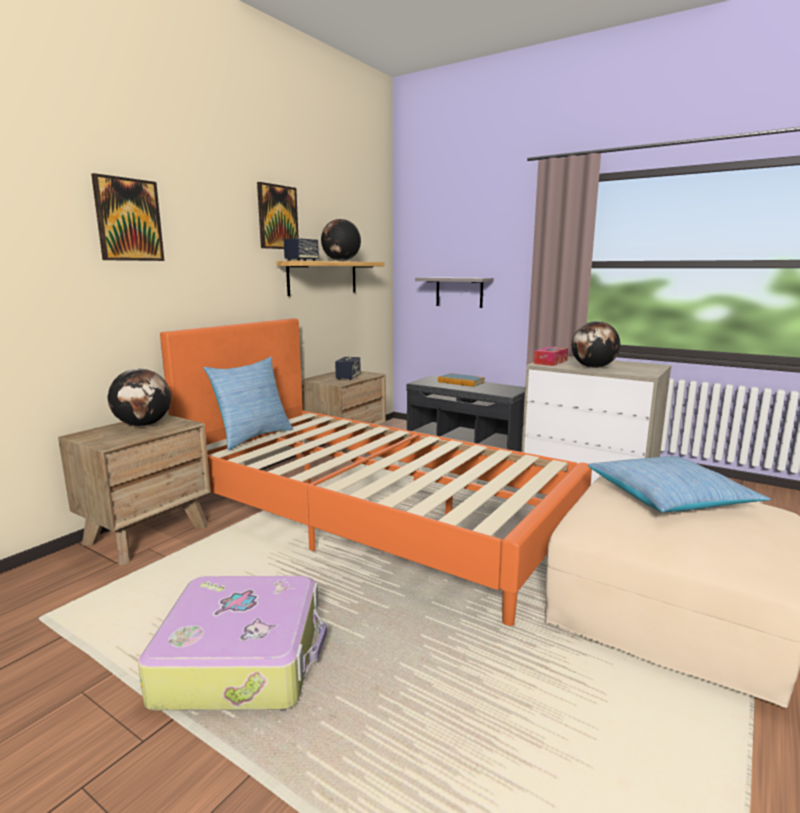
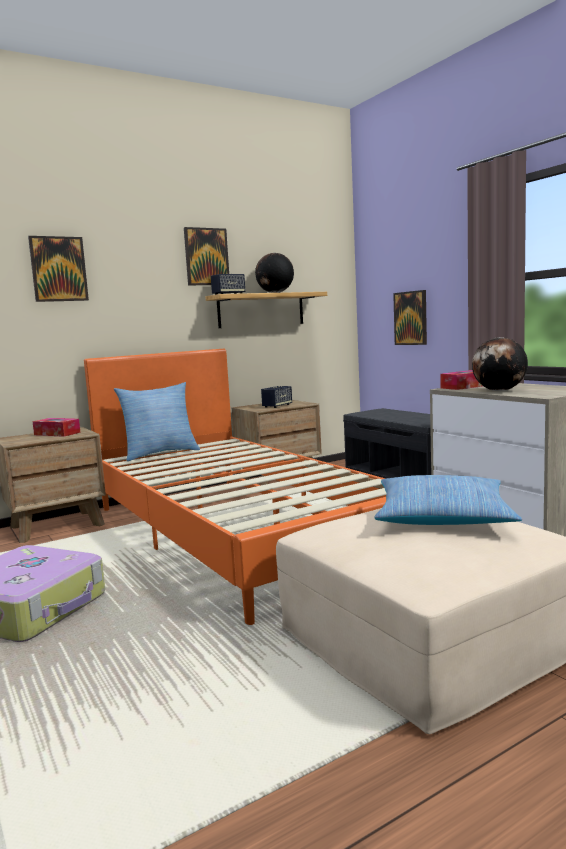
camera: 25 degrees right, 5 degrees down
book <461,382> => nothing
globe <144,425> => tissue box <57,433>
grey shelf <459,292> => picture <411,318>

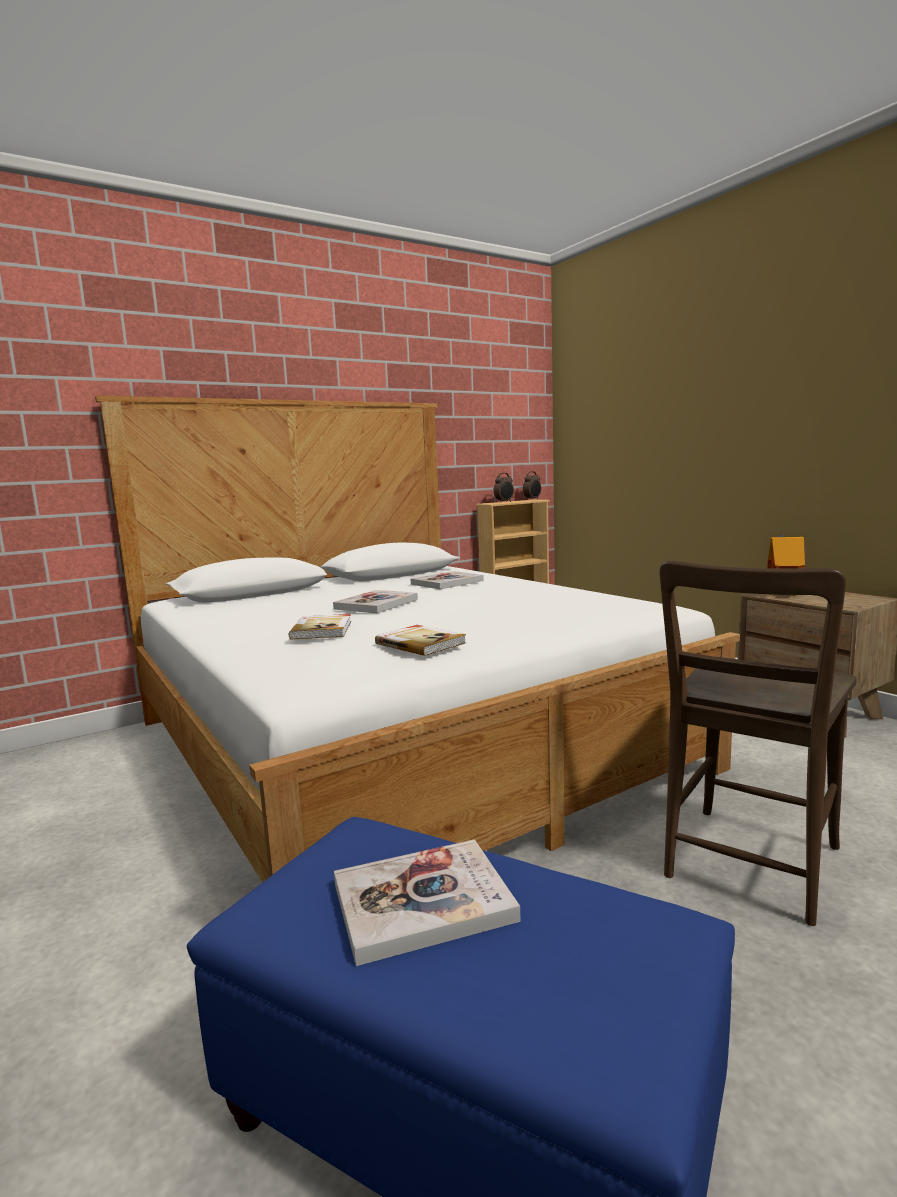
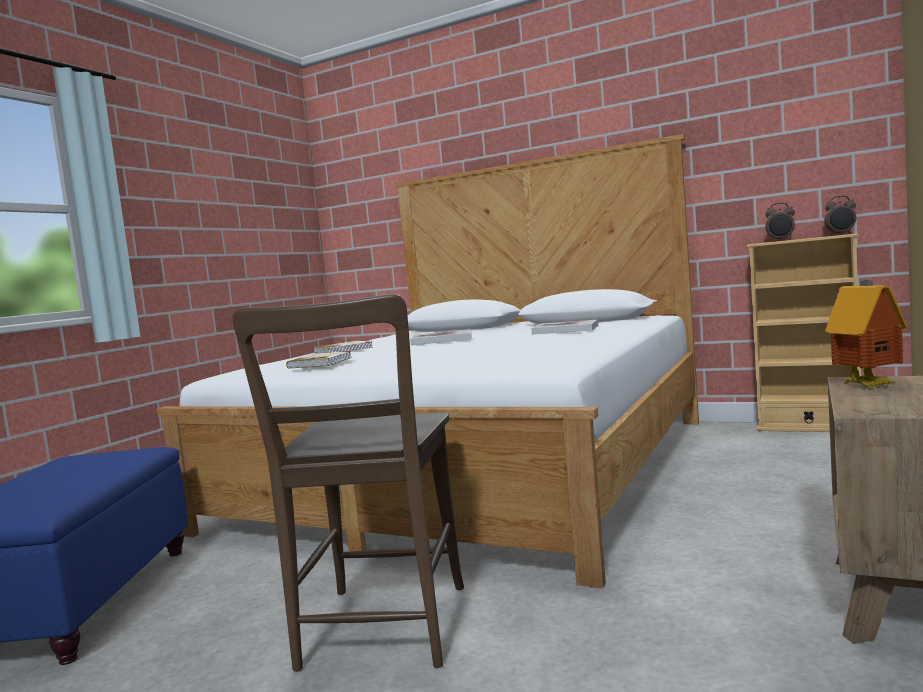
camera: 60 degrees right, 5 degrees down
book <422,902> => nothing
brown chair <749,867> => brown chair <381,632>, 90 degrees counterclockwise

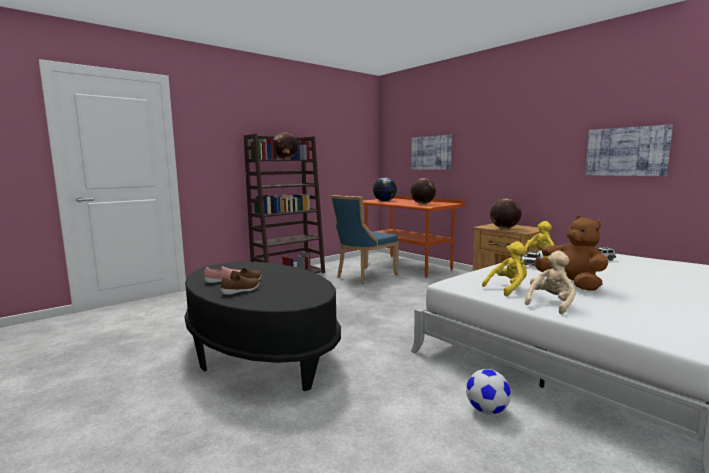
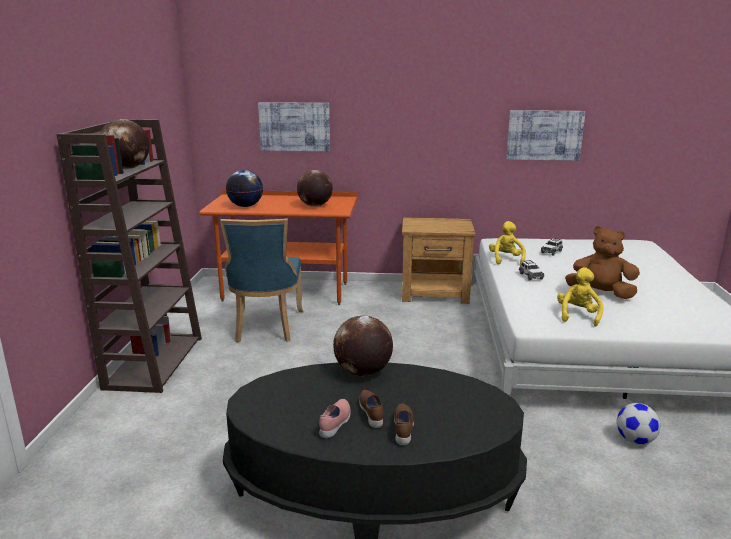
camera: 45 degrees left, 10 degrees up
beige plush toy <550,304> => nothing
globe <504,228> => globe <362,372>, moved

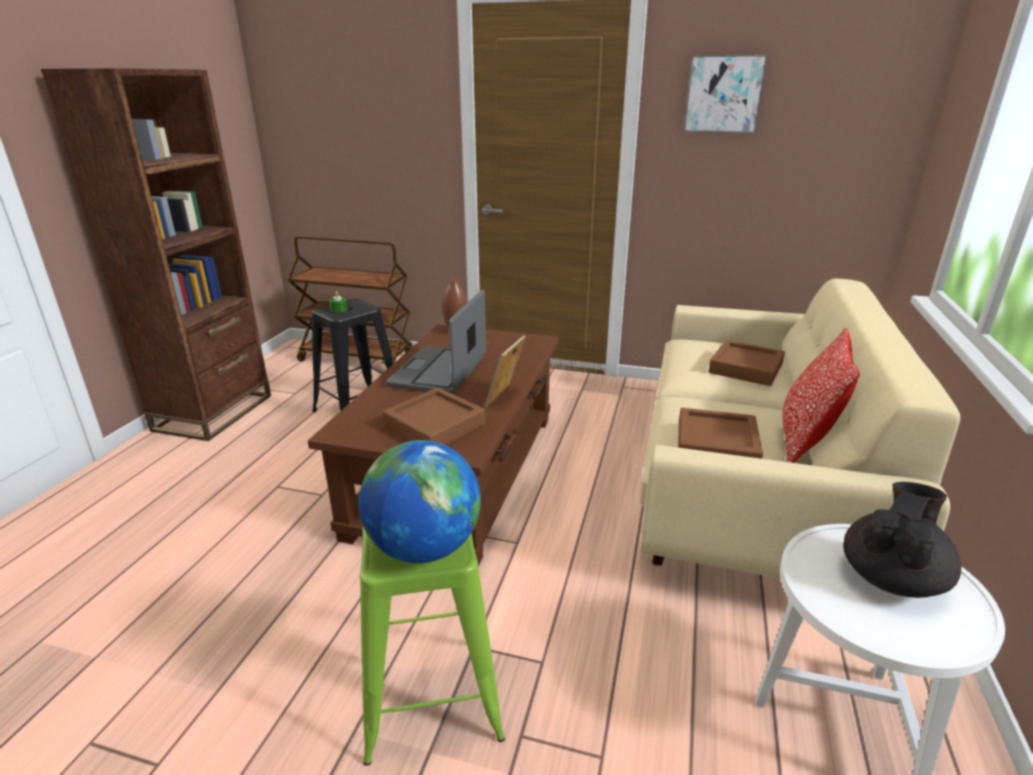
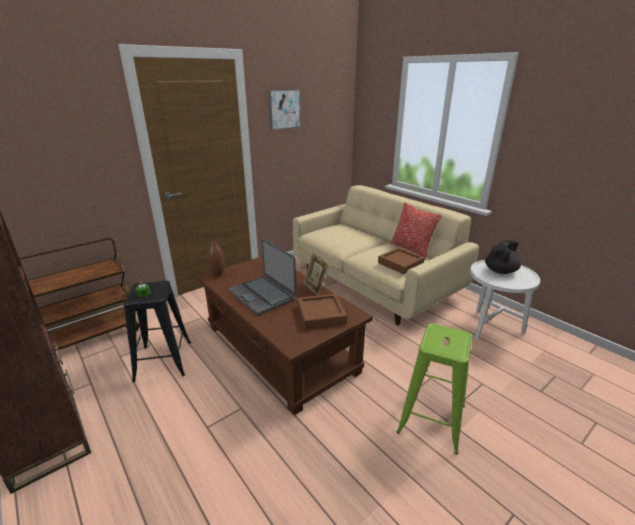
camera: 55 degrees left, 0 degrees up
globe <424,548> => nothing
brown tray <745,368> => nothing
black teapot <891,578> => black teapot <500,271>, 60 degrees clockwise

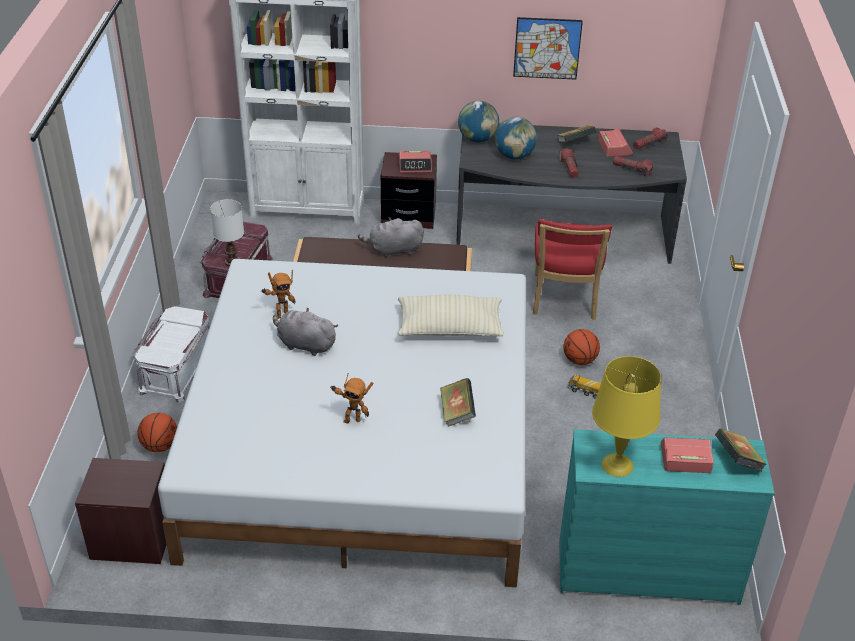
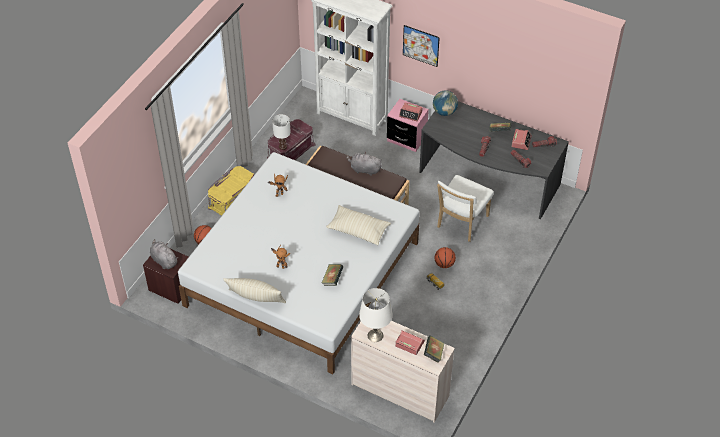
camera: 25 degrees right, 10 degrees up
globe <514,156> => nothing
nothing => beige pillow <256,299>
grey plush toy <304,344> => grey plush toy <163,260>, moved
picture <547,48> => picture <421,45>, moved
white storage box <176,368> => yellow storage box <232,199>
brown nightstand <408,216> => pink nightstand <406,138>
red chair <564,299> => white chair <461,223>
turquoise dresser <647,571> => beige dresser <400,390>
yellow table lamp <618,465> => white table lamp <375,335>

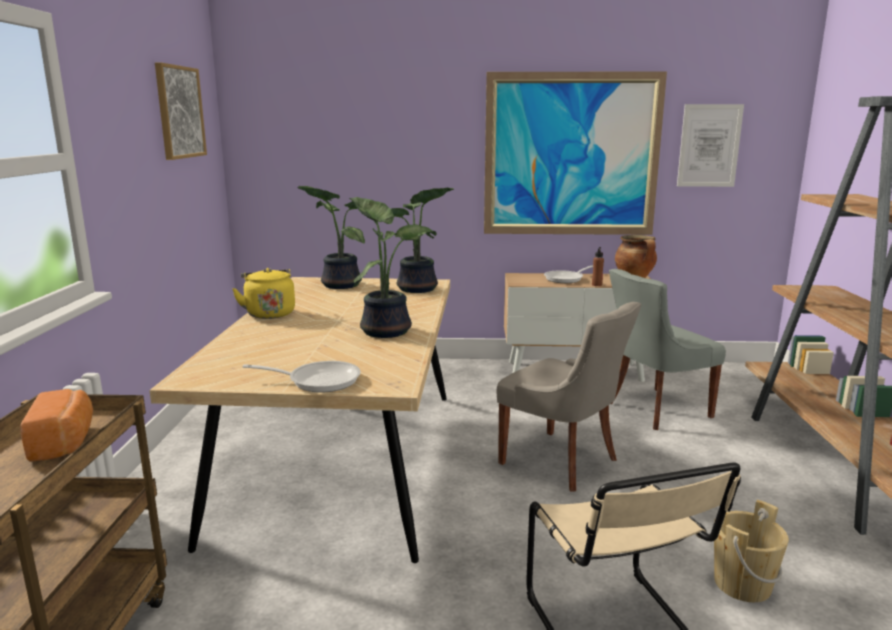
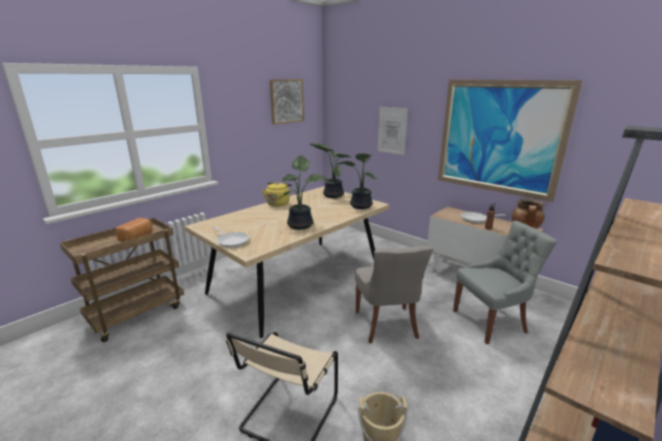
camera: 40 degrees right, 5 degrees up
picture <709,146> => picture <392,130>, moved
grey chair <655,409> => grey chair <491,322>, 150 degrees clockwise

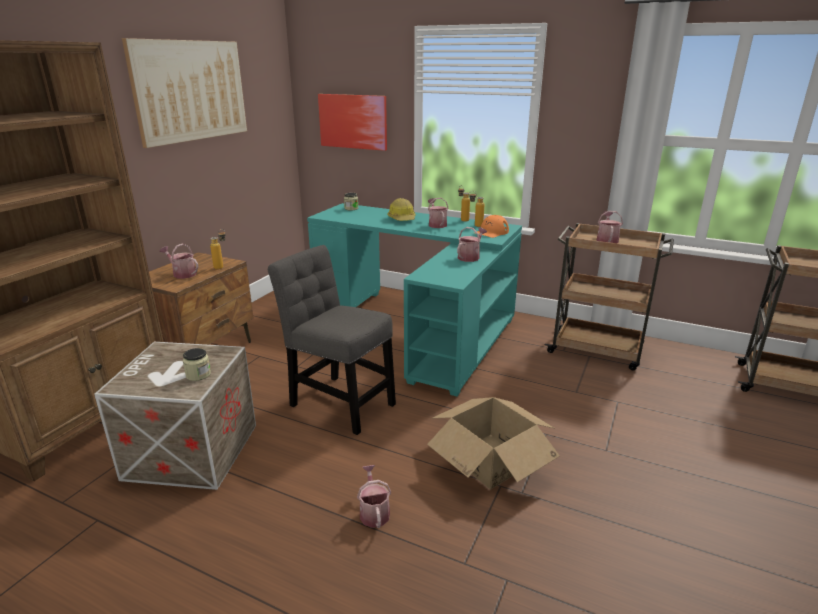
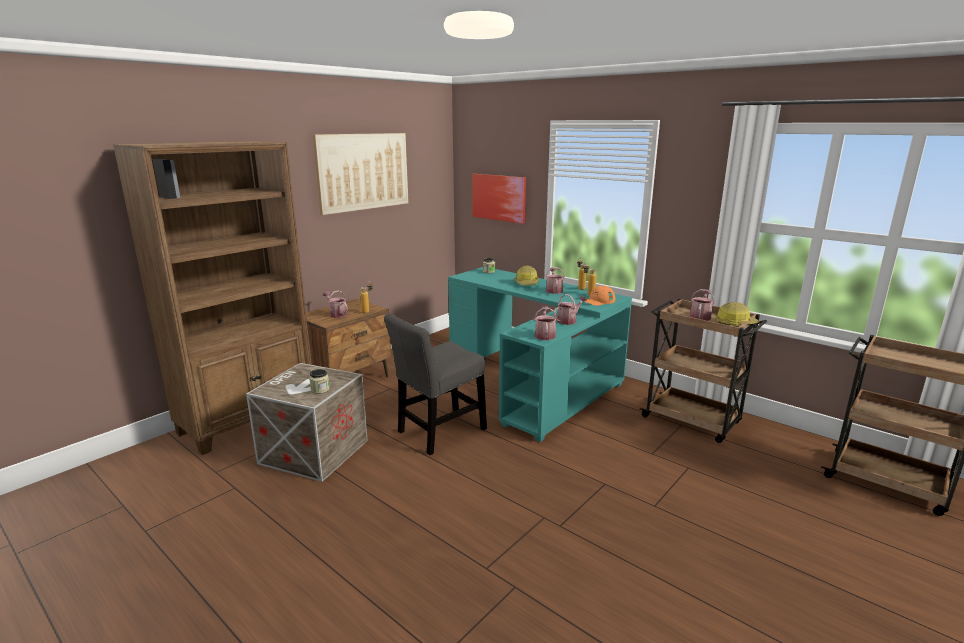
camera: 15 degrees right, 5 degrees down
cardboard box <491,460> => nothing
nothing => hard hat <735,323>
watering can <374,512> => watering can <544,335>, moved
grey chair <339,402> => grey chair <438,432>, 90 degrees counterclockwise

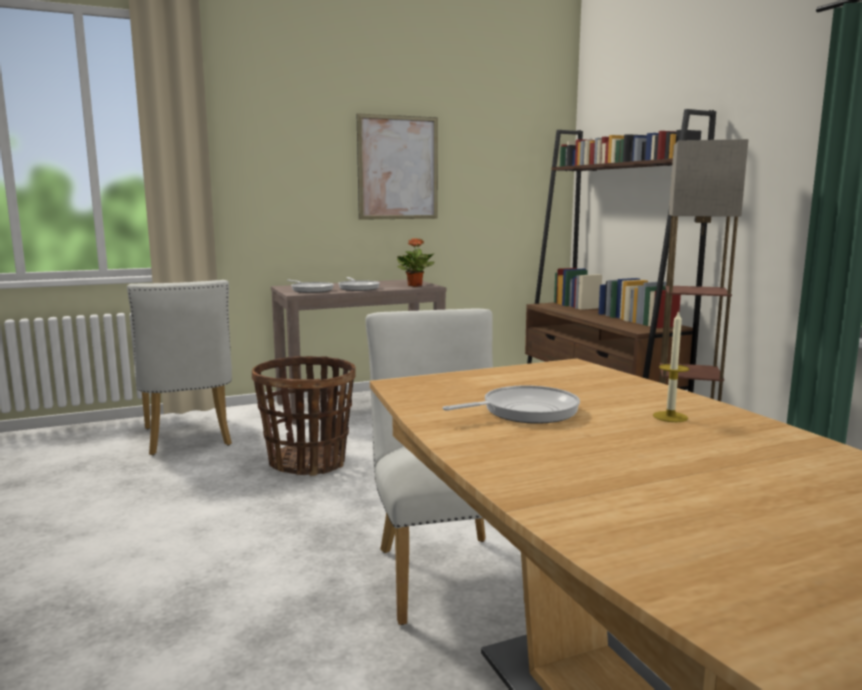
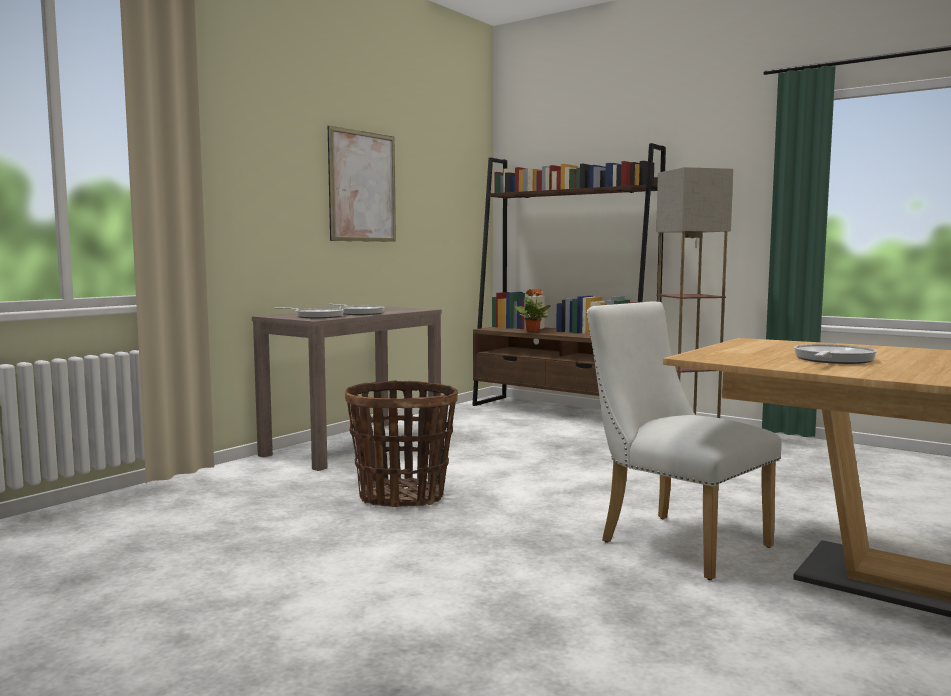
camera: 30 degrees left, 5 degrees down
white chair <189,439> => nothing
candle <670,417> => nothing
potted plant <415,285> => potted plant <532,331>, moved

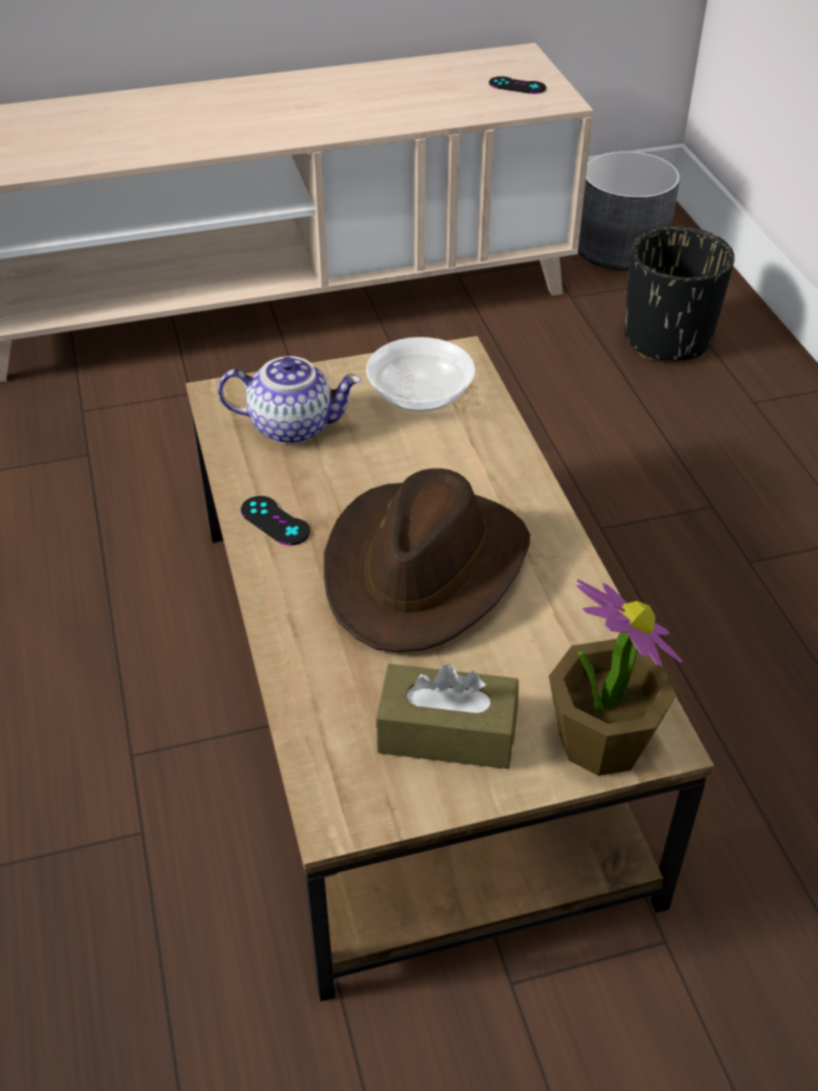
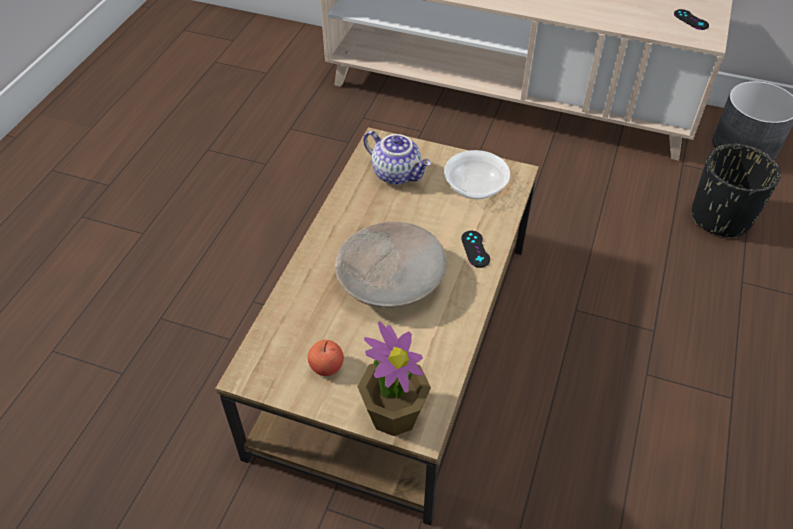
camera: 35 degrees right, 5 degrees up
black game controller <275,521> => black game controller <475,249>, moved
brown hat <425,569> => beige bowl <392,280>
brown tissue box <447,733> => apple <326,366>

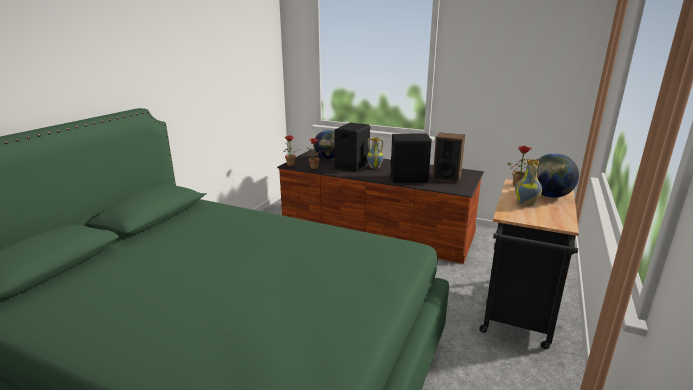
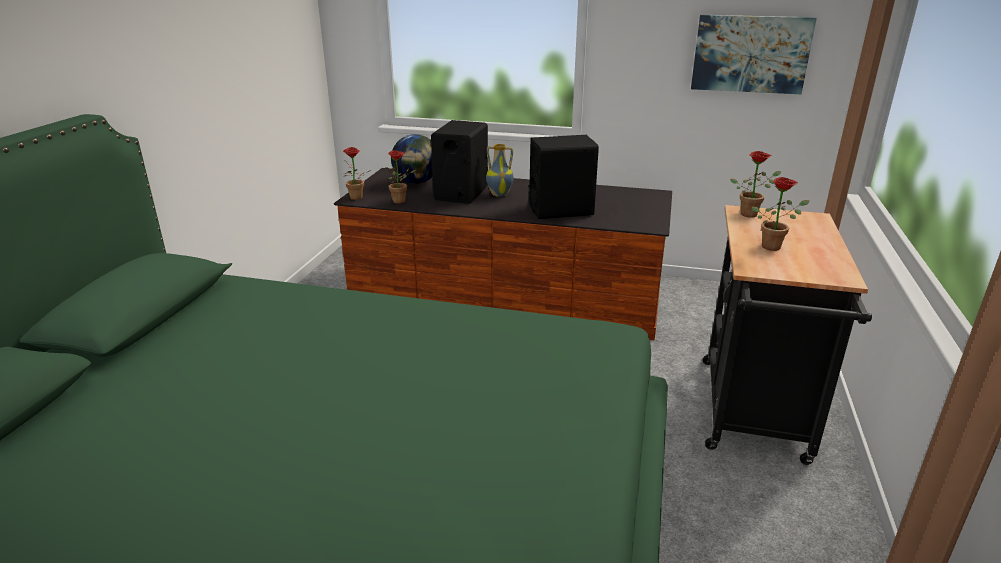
camera: 10 degrees left, 5 degrees up
speaker <446,178> => nothing
globe <549,196> => nothing
nothing => picture <750,54>
vase <526,204> => potted plant <774,246>

